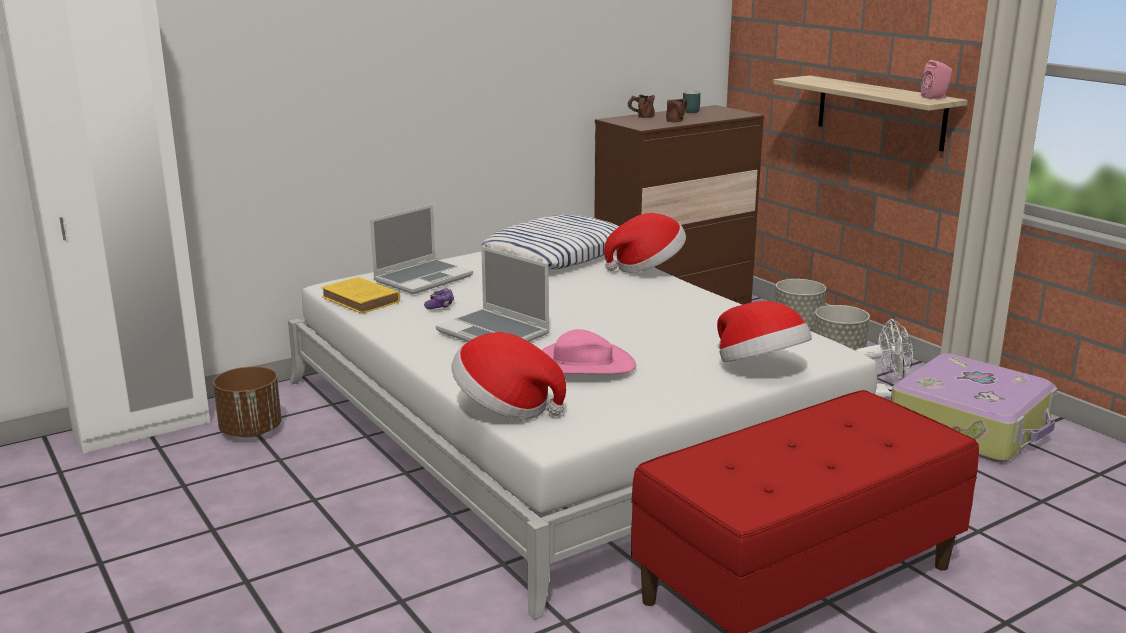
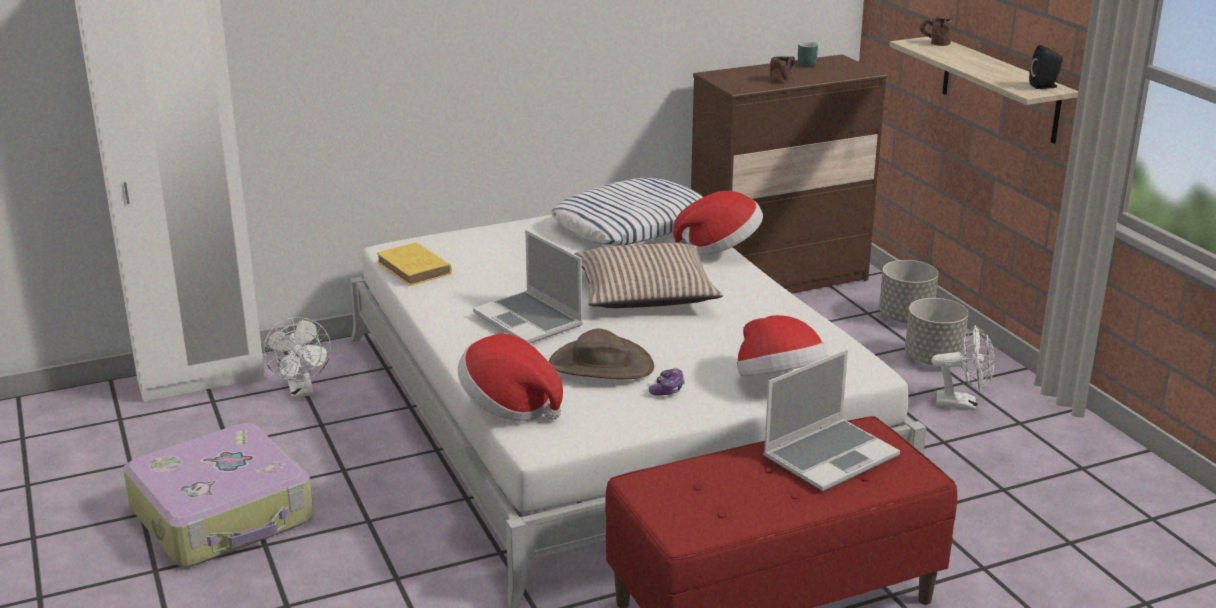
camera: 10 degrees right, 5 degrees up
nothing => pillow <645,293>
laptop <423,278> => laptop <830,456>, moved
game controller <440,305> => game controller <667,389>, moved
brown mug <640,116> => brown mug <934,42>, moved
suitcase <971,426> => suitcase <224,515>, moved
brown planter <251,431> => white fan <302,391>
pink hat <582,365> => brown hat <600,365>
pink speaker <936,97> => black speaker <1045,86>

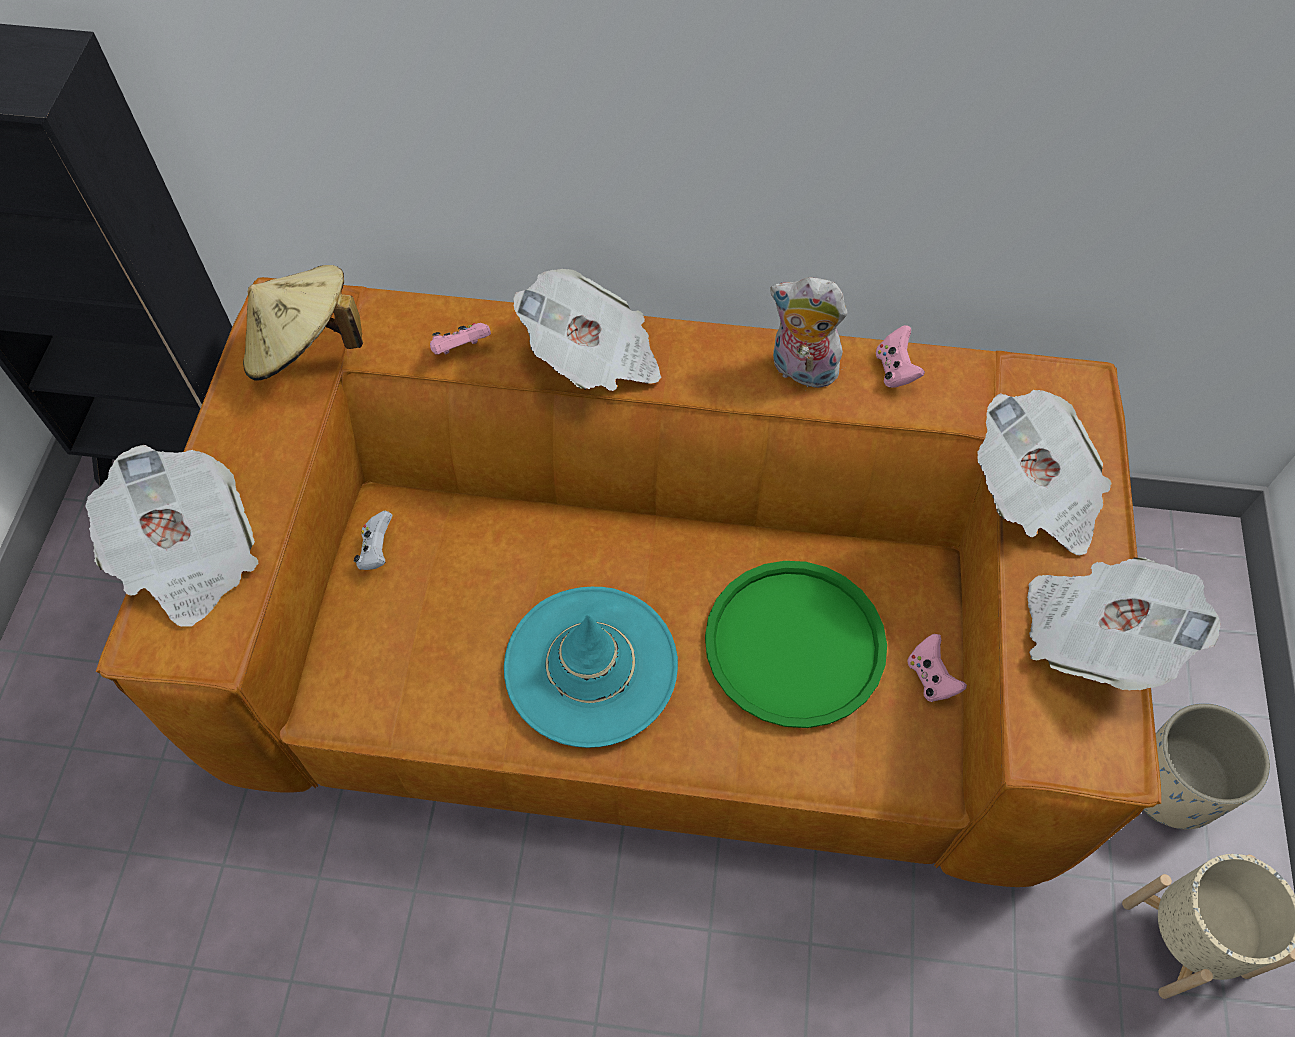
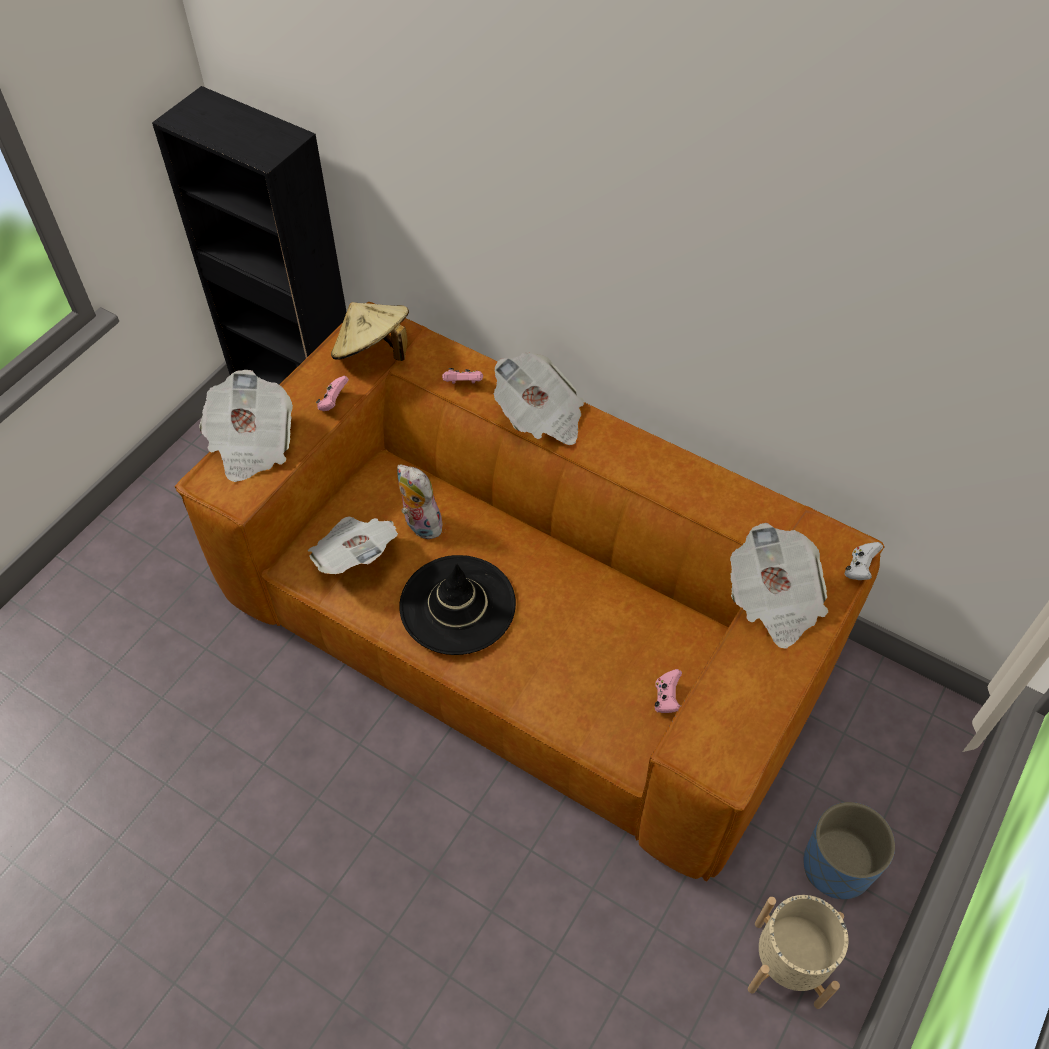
camera: 25 degrees right, 5 degrees down
green tray <794,644> => nothing
white game controller <377,551> => white game controller <859,569>, moved
plush toy <800,371> => plush toy <419,524>, moved
pink game controller <895,370> => pink game controller <333,402>, moved
newspaper <1097,635> => newspaper <355,556>, moved
turquoise hat <590,666> => black hat <457,605>
beige planter <1174,786> => blue planter <837,866>

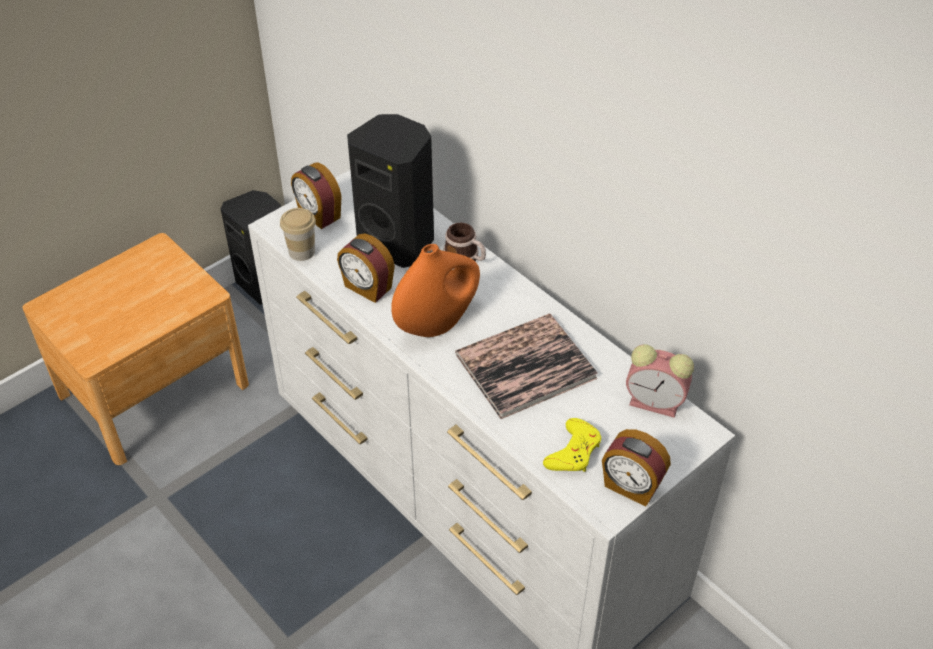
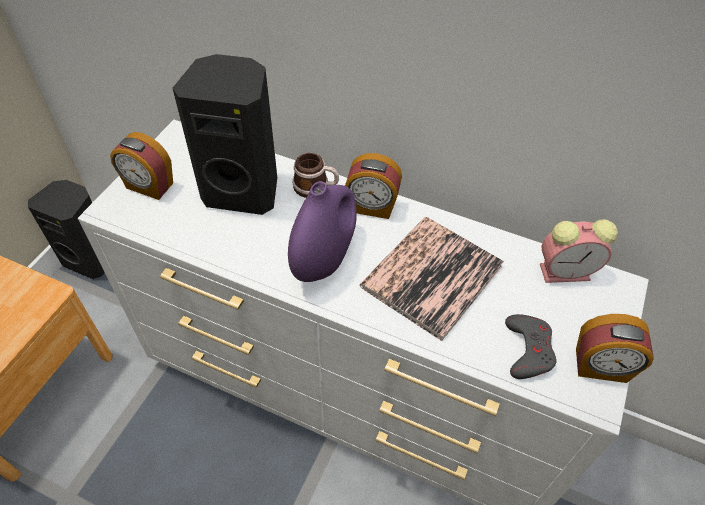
camera: 25 degrees left, 5 degrees up
cup <302,251> => nothing
alarm clock <367,288> => alarm clock <371,207>, moved
orange vase <437,322> => purple vase <324,260>
yellow game controller <573,451> => grey game controller <528,349>

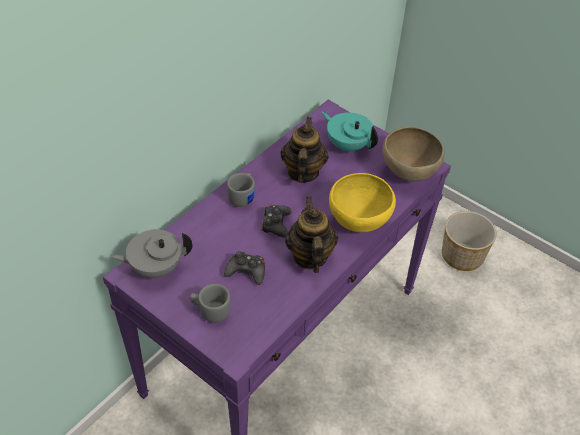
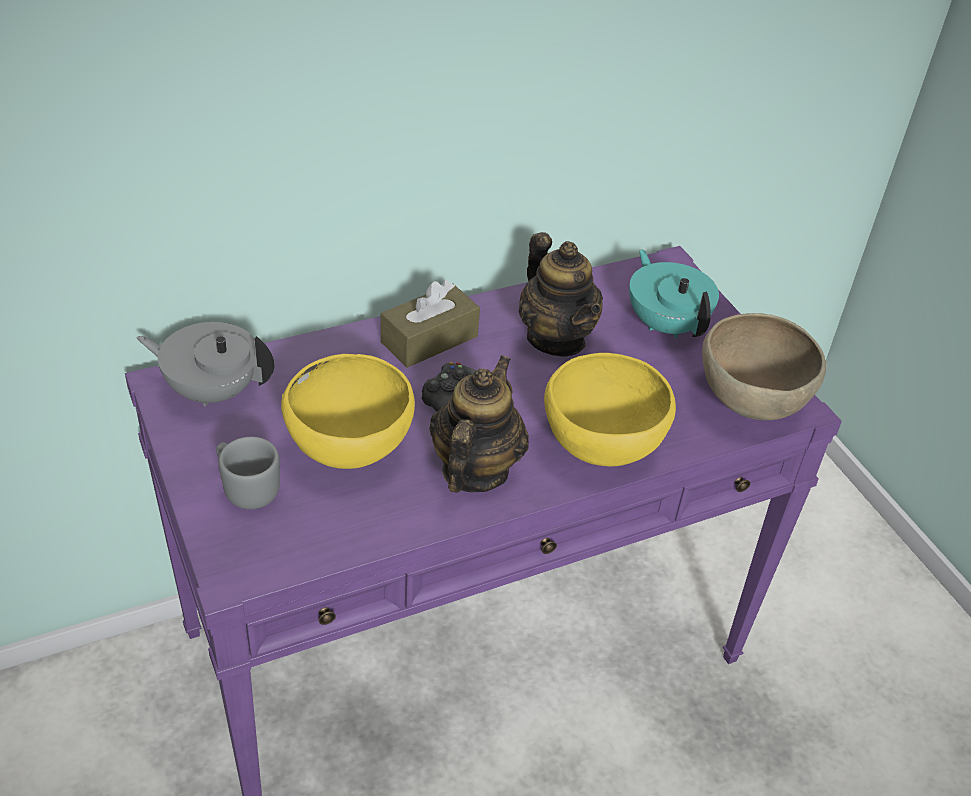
camera: 25 degrees right, 5 degrees down
planter <462,256> => nothing
black game controller <246,271> => yellow bowl <350,451>
grey mug <243,197> => brown tissue box <429,339>
teapot <302,172> => teapot <556,338>, 120 degrees clockwise

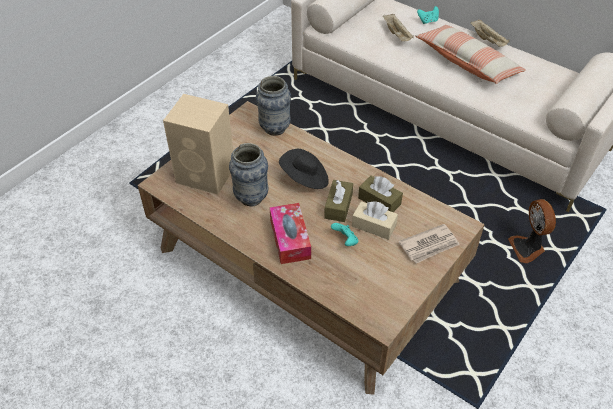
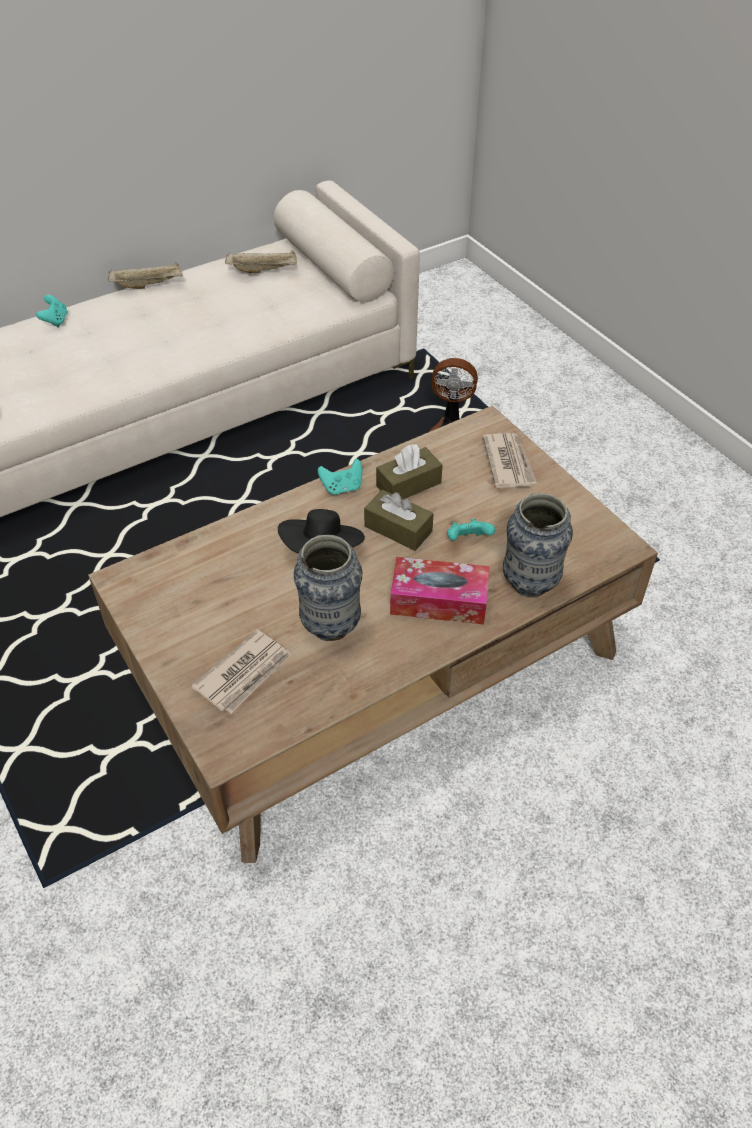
camera: 70 degrees left, 0 degrees up
beige tissue box <374,226> => nothing
pillow <467,63> => nothing
nothing => turquoise game controller <342,487>
vase <274,129> => vase <530,583>, moved
beige tray <397,35> => beige tray <263,270>, moved
beige speaker <207,175> => newspaper <245,674>

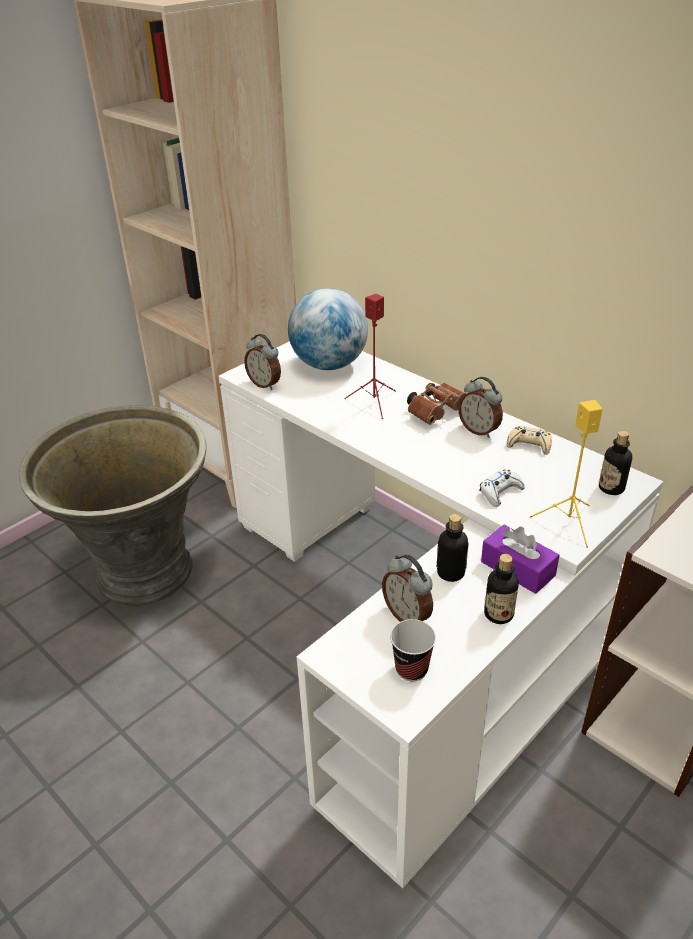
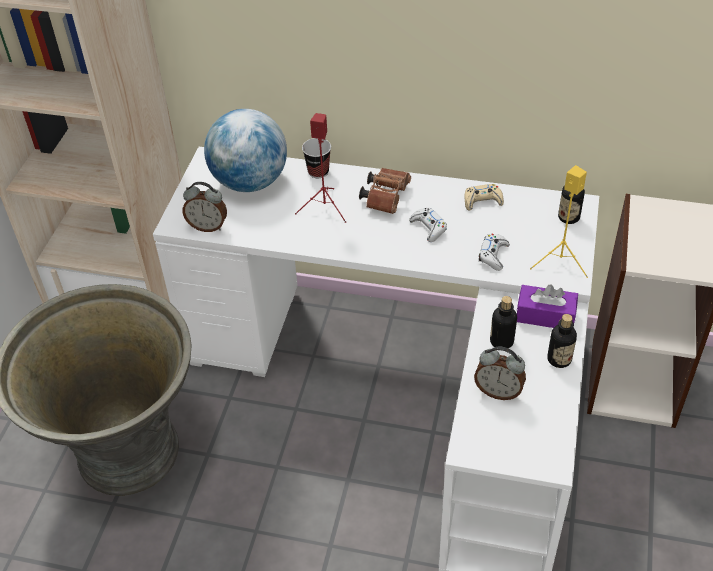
camera: 30 degrees left, 10 degrees up
alarm clock <479,430> => nothing
nothing => white game controller <428,228>
cup <411,669> => cup <318,172>, moved

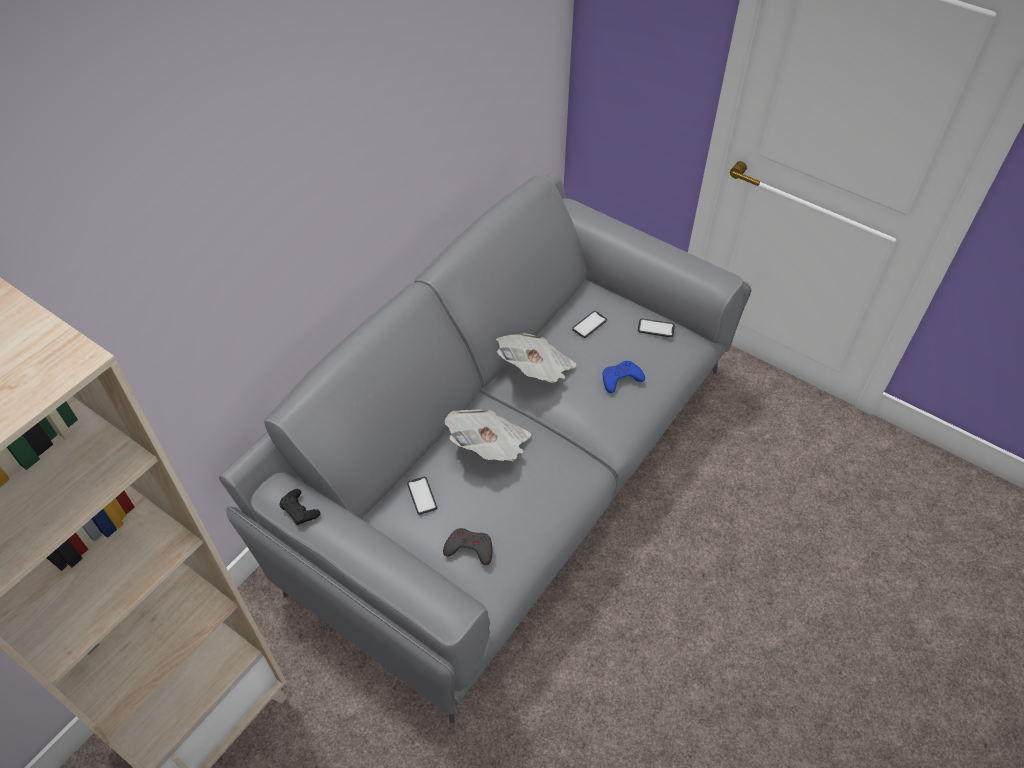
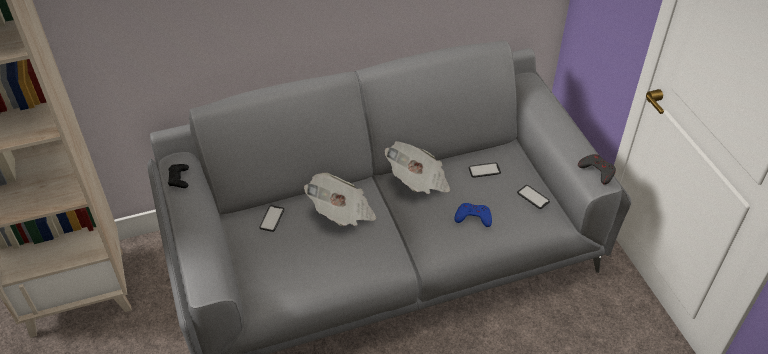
camera: 35 degrees right, 5 degrees down
grey game controller <469,548> => grey game controller <597,170>, moved

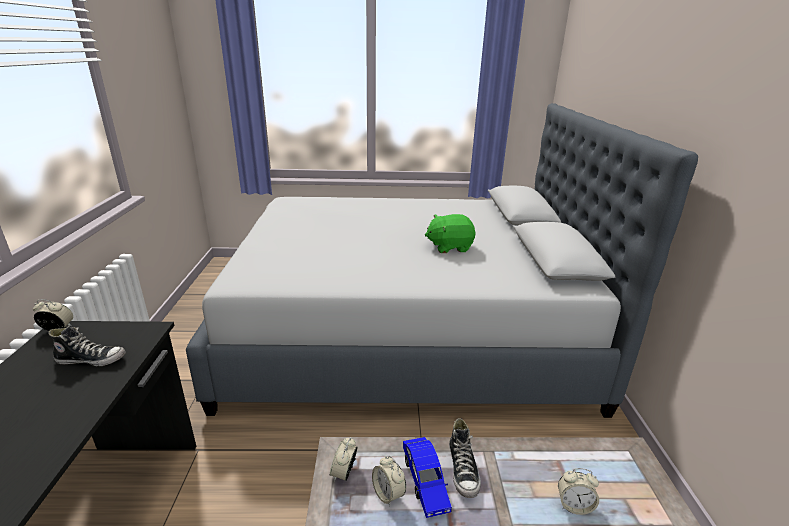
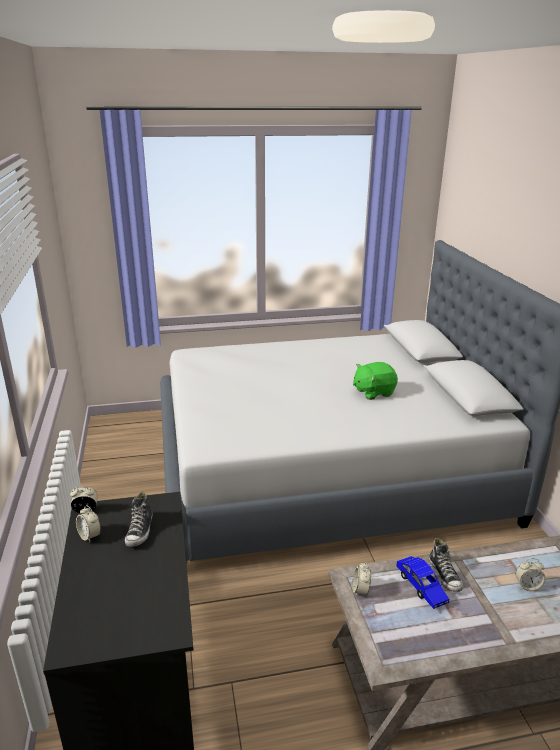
camera: 10 degrees left, 0 degrees up
alarm clock <388,493> => alarm clock <90,536>, moved
shoe <92,359> => shoe <140,531>, 105 degrees clockwise

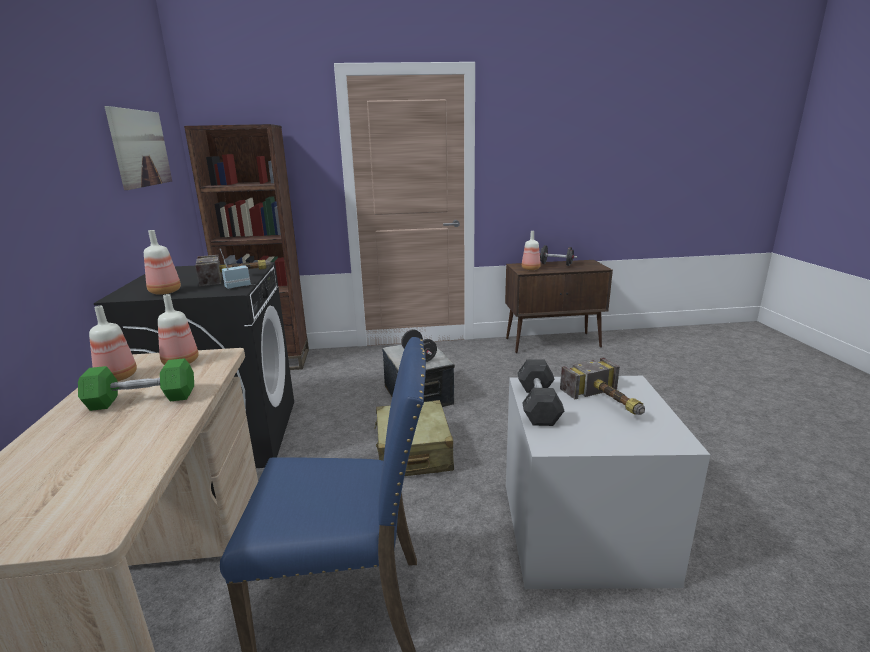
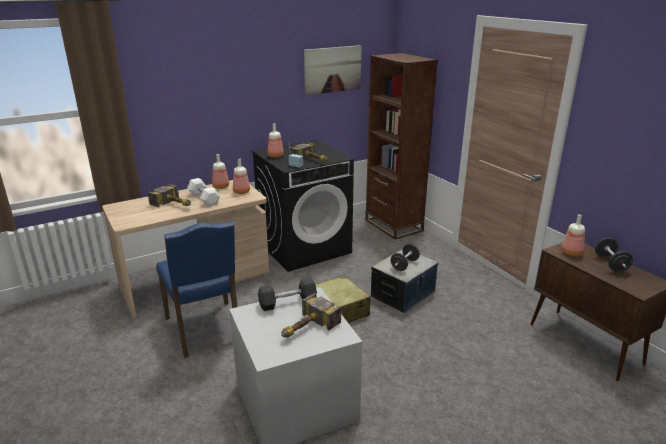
camera: 65 degrees right, 5 degrees up
nothing => hammer <175,205>
green dumbbell <142,400> => white dumbbell <204,199>

